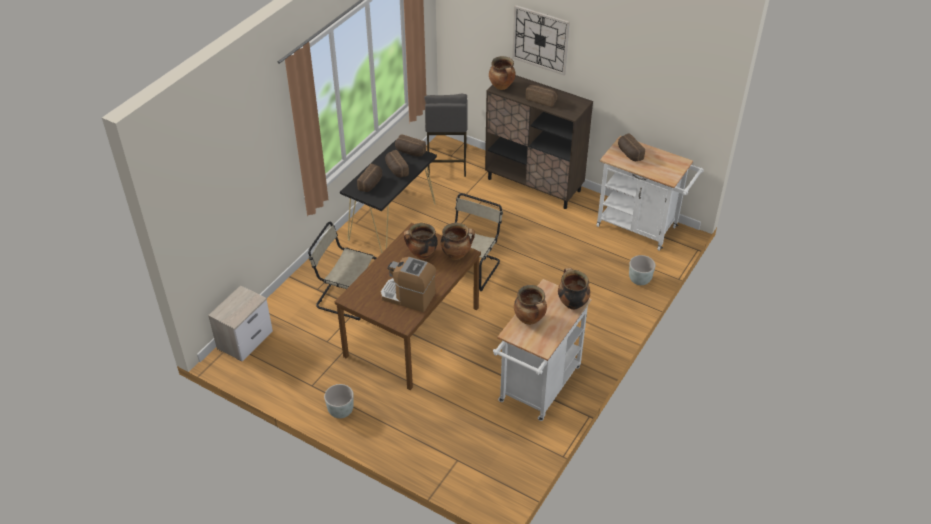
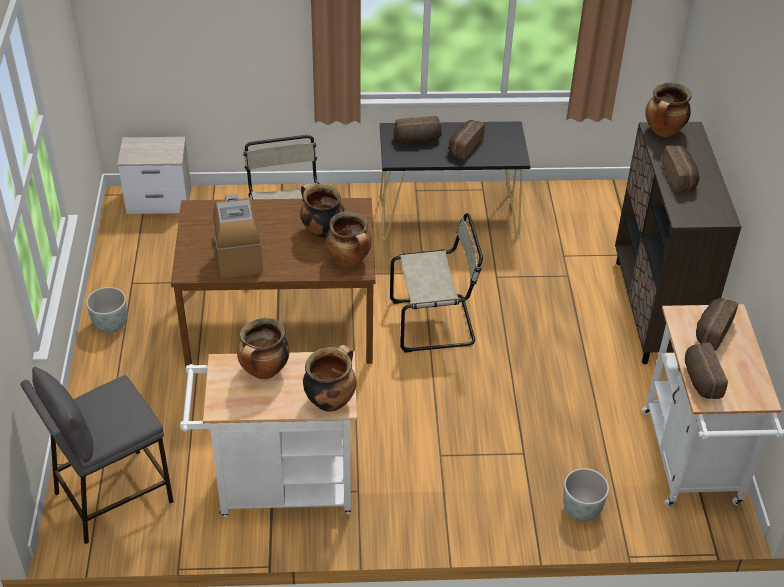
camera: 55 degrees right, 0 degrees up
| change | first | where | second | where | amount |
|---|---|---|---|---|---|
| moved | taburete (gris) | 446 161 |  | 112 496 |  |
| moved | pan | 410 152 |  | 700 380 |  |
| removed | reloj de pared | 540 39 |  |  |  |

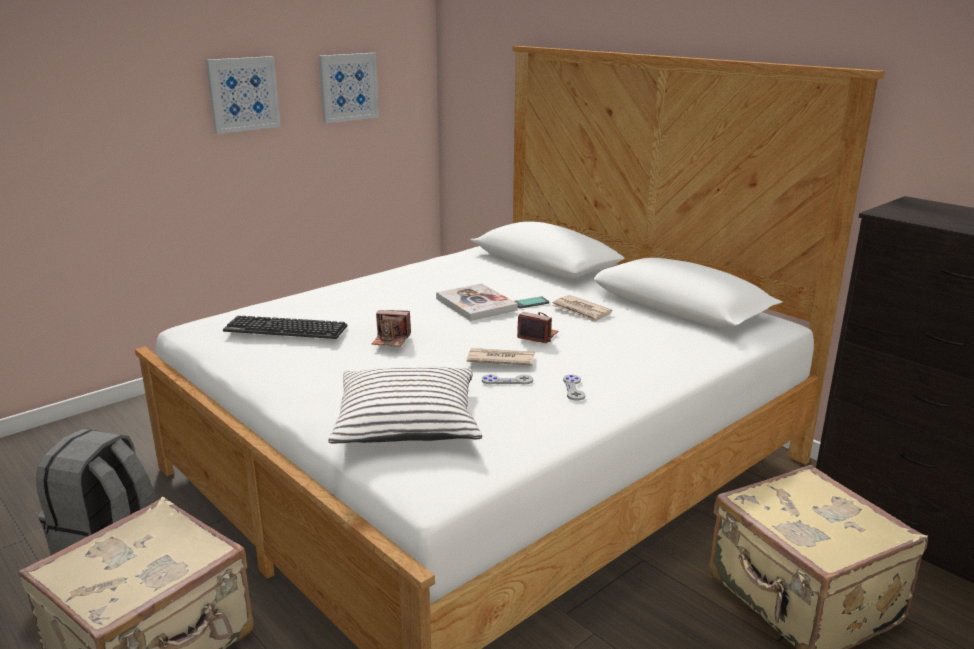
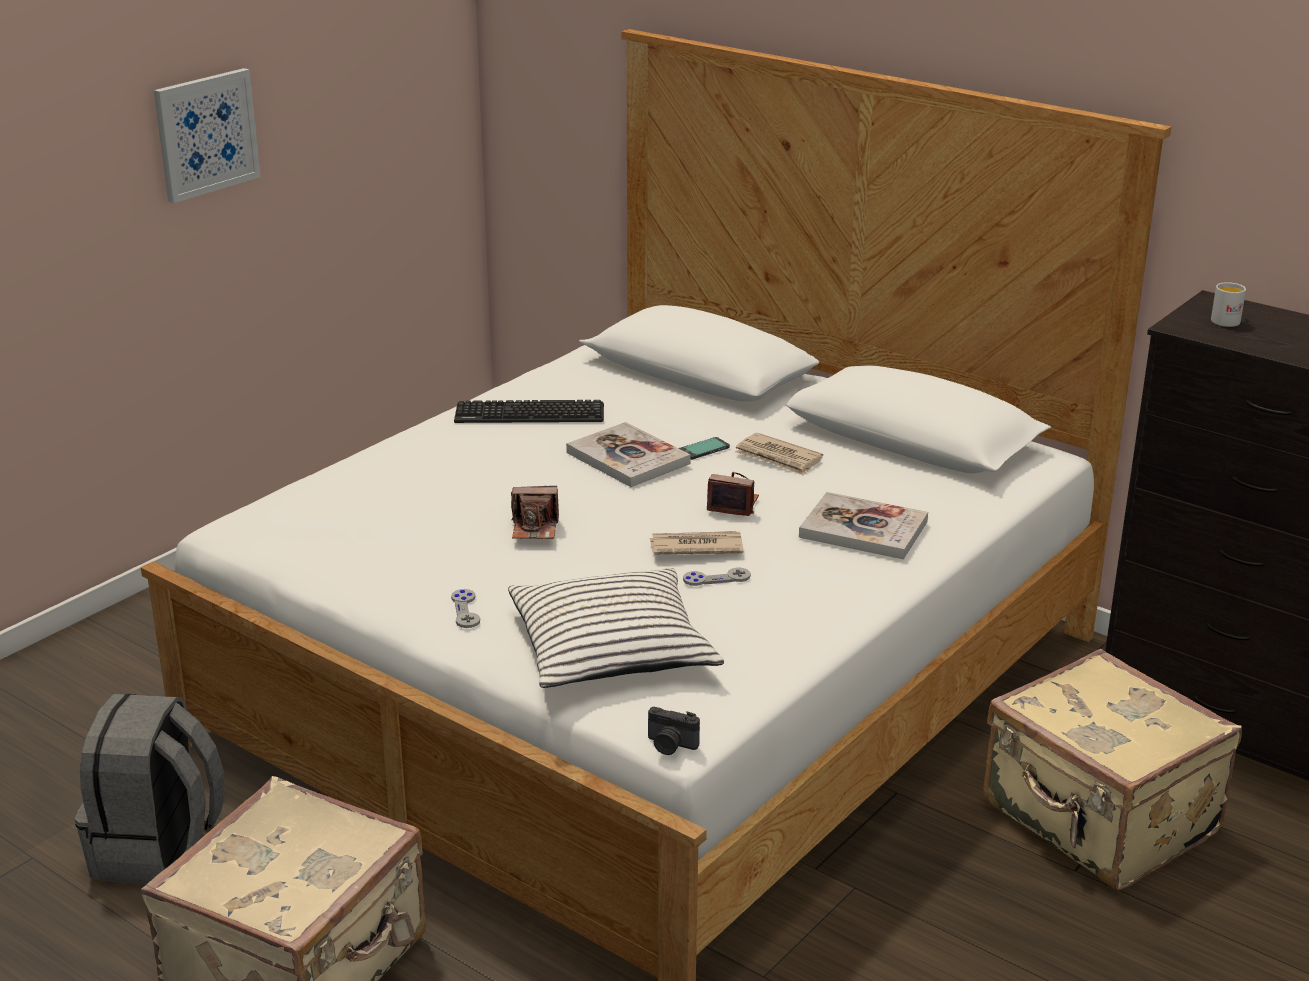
camera: 10 degrees left, 5 degrees up
| change | first | where | second | where | amount |
|---|---|---|---|---|---|
| moved | mando de consola (gris) | 573 388 |  | 465 610 |  |
| moved | teclado | 285 329 |  | 529 414 |  |
| added |  |  | cámara | 670 745 |  |
| added |  |  | libro | 863 529 |  |
| added |  |  | taza grande (blanco) | 1228 320 |  |
| removed | cuadro | 348 87 |  |  |  |

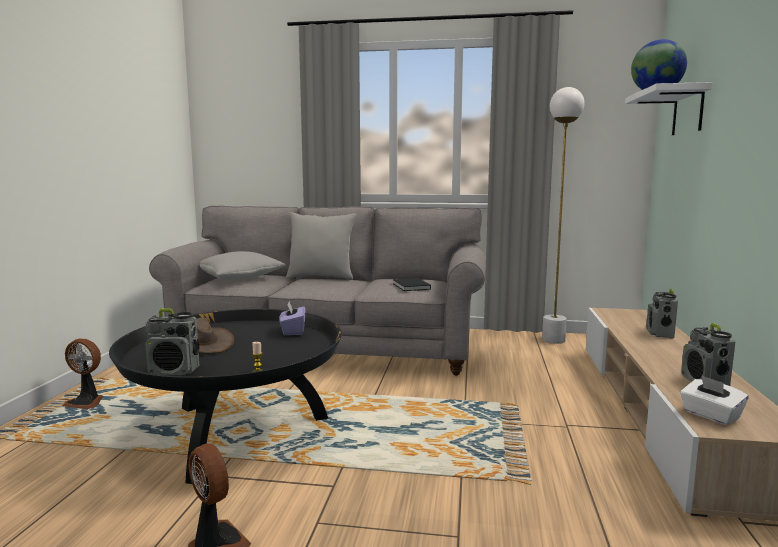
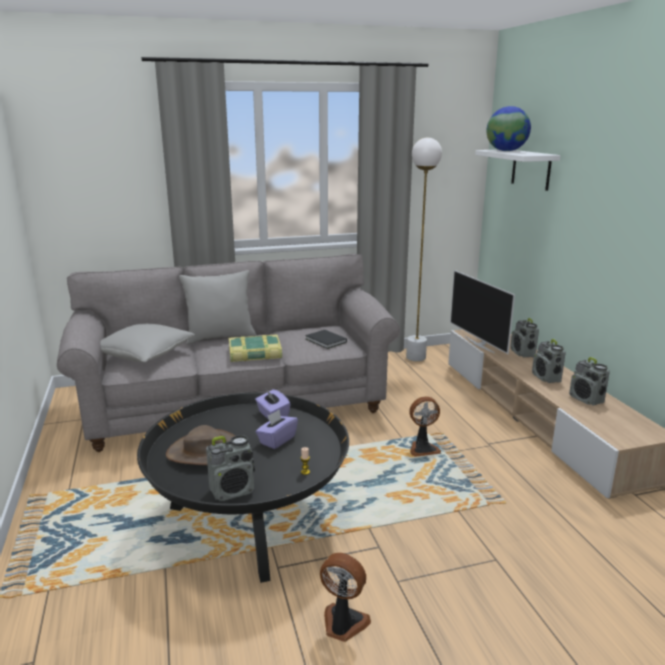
camera: 25 degrees left, 10 degrees up
| change | first | where | second | where | amount |
|---|---|---|---|---|---|
| added |  |  | libro | 255 354 |  |
| added |  |  | caja de pañuelos (morado) | 277 440 |  |
| moved | ventilador | 86 402 |  | 423 449 |  |
| added |  |  | televisor | 480 344 |  |
| added |  |  | radio | 546 378 |  |
| removed | caja de pañuelos (blanco) | 710 415 |  |  |  |

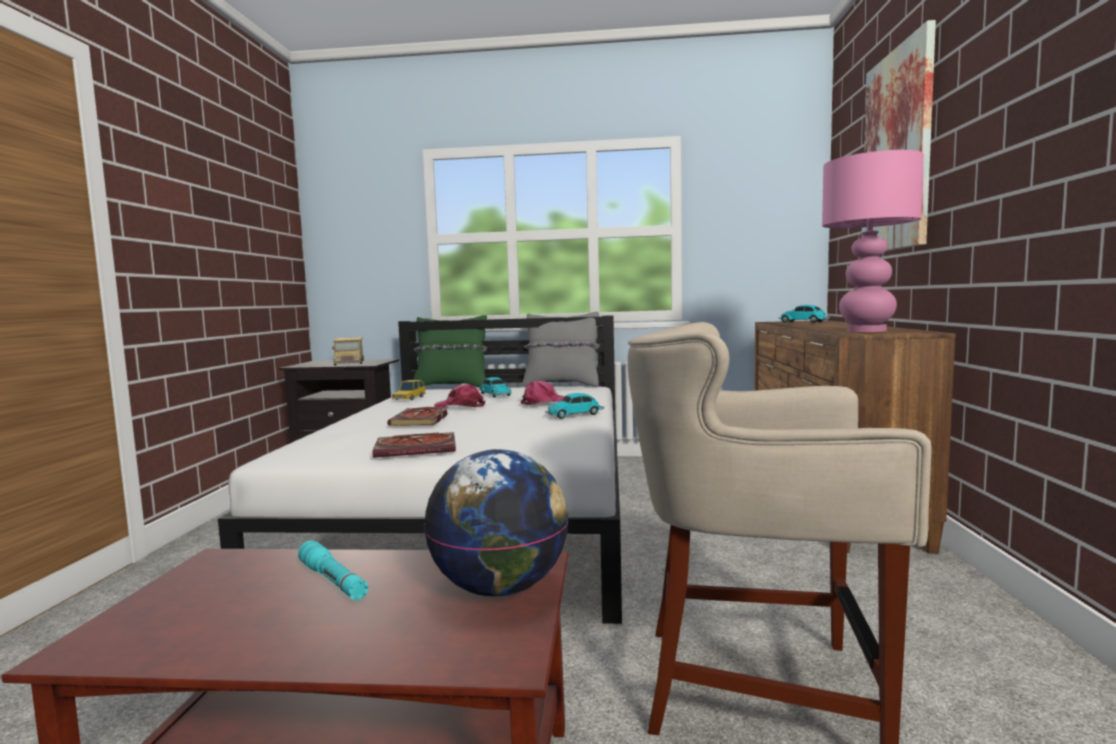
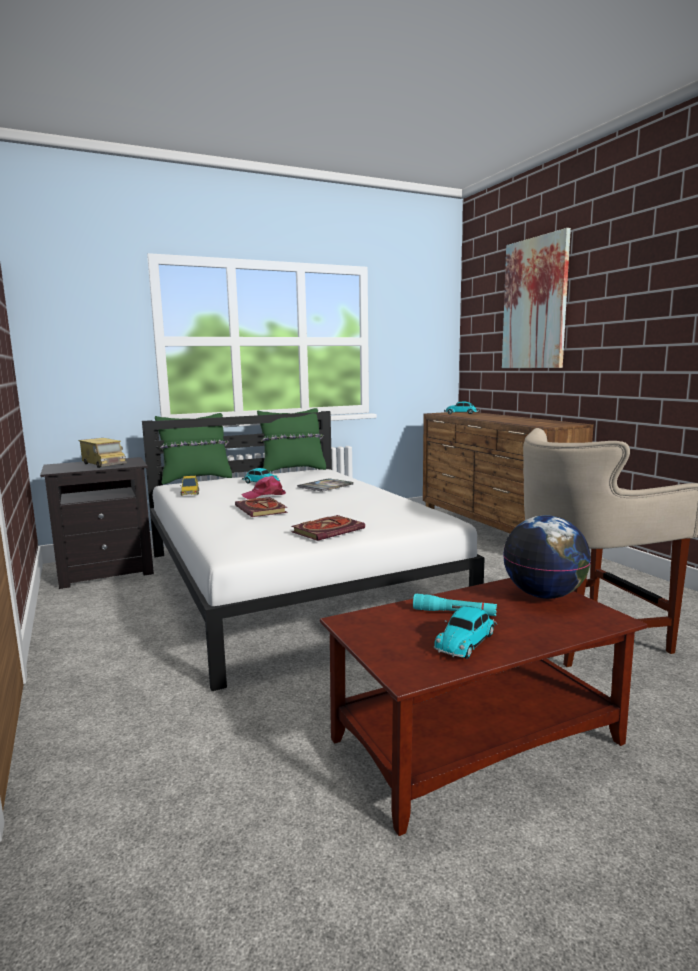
camera: 30 degrees left, 5 degrees up
| change | first | where | second | where | amount |
|---|---|---|---|---|---|
| recoloured | cojín (gris) | 562 385 | cojín (verde) | 293 470 |  |
| replaced | gorra (rosa) | 544 402 | libro | 325 486 |  |
| moved | coche de juguete | 575 415 |  | 466 641 |  |
| removed | lámpara de mesa (rosa) | 866 331 |  |  |  |

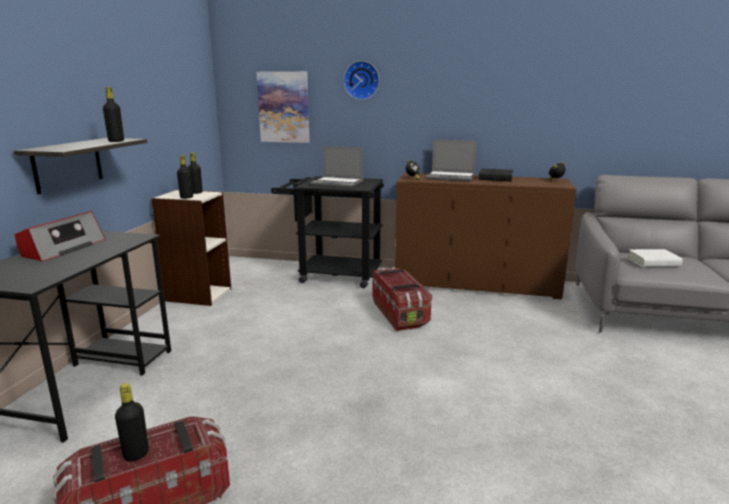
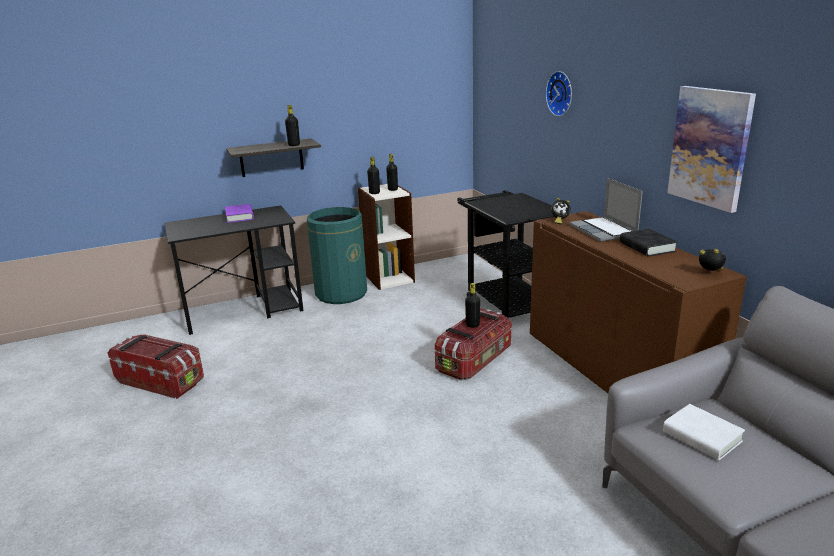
camera: 55 degrees right, 5 degrees up
| change | first | where | second | where | amount |
|---|---|---|---|---|---|
| replaced | radio | 63 248 | libro (morado) | 239 216 |  |
| added |  |  | papelera (verde) | 341 293 |  |
| moved | botella (negro) | 136 454 |  | 472 325 |  |
| moved | cuadro | 284 107 |  | 710 147 |  |
| removed | portátil | 338 183 |  |  |  |

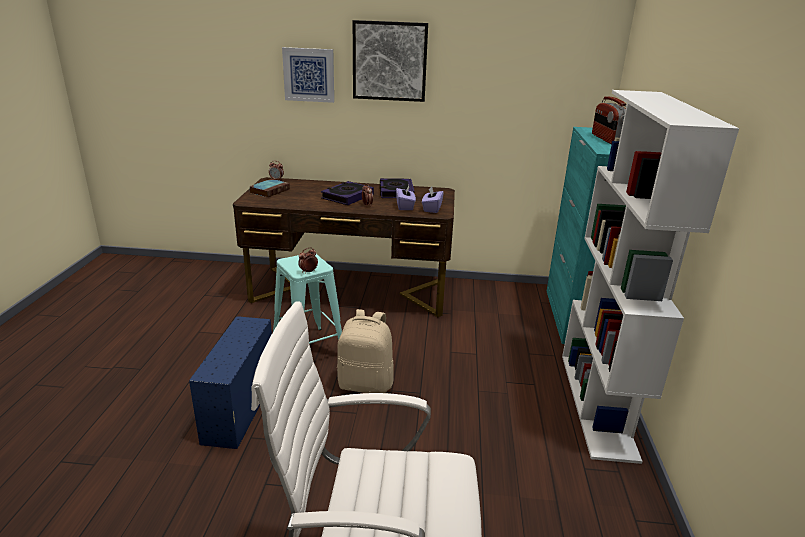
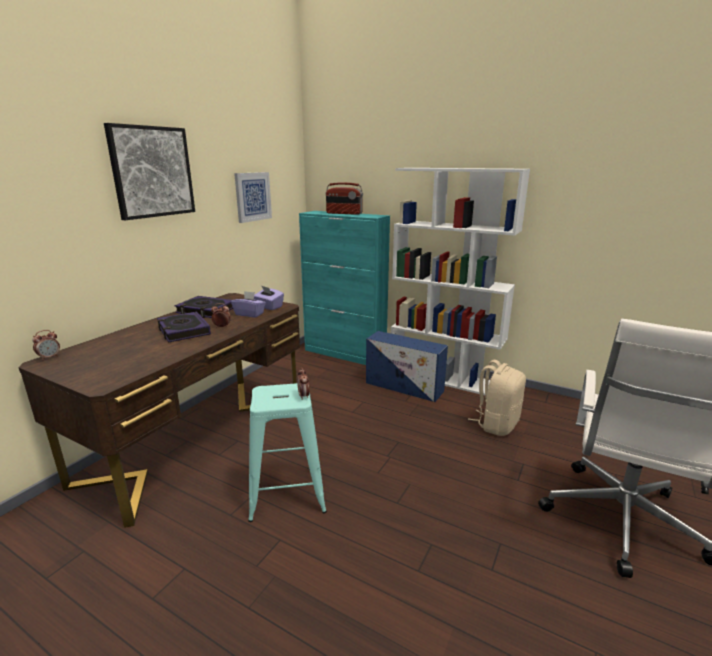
camera: 65 degrees left, 5 degrees down
| change | first | where | second | where | amount |
|---|---|---|---|---|---|
| moved | cuadro | 309 75 |  | 252 196 |  |
| moved | caja de almacenaje (azul) | 240 409 |  | 405 387 |  |
| moved | mochila (beis) | 366 384 |  | 496 424 |  |
| removed | libro | 270 191 |  |  |  |

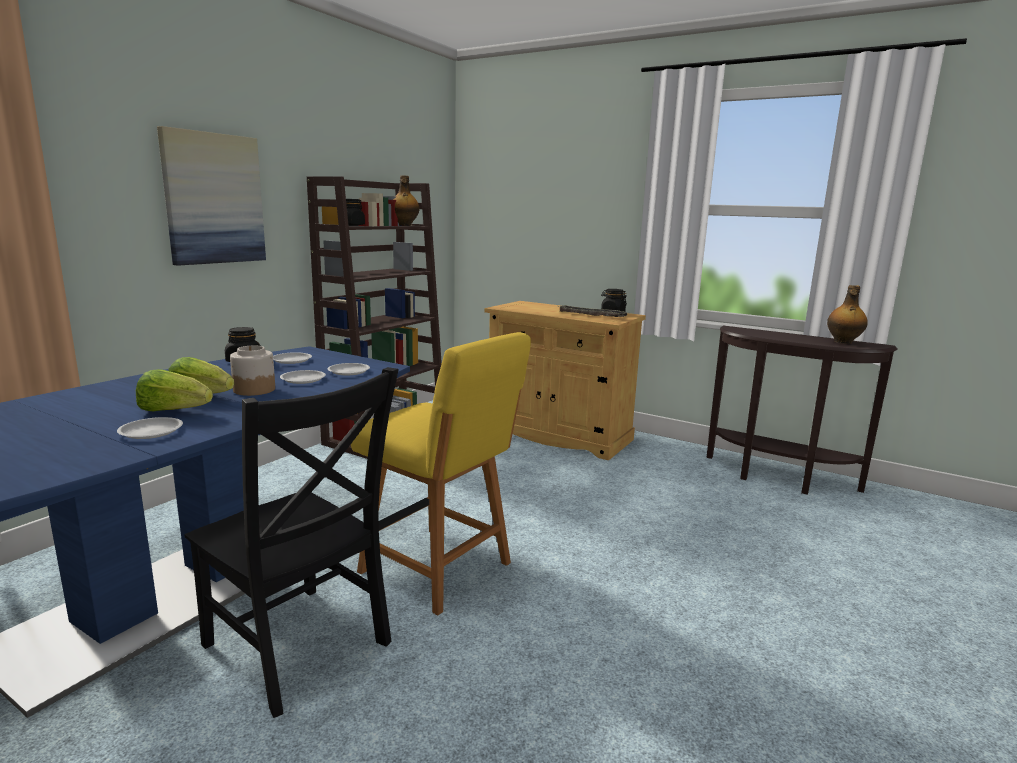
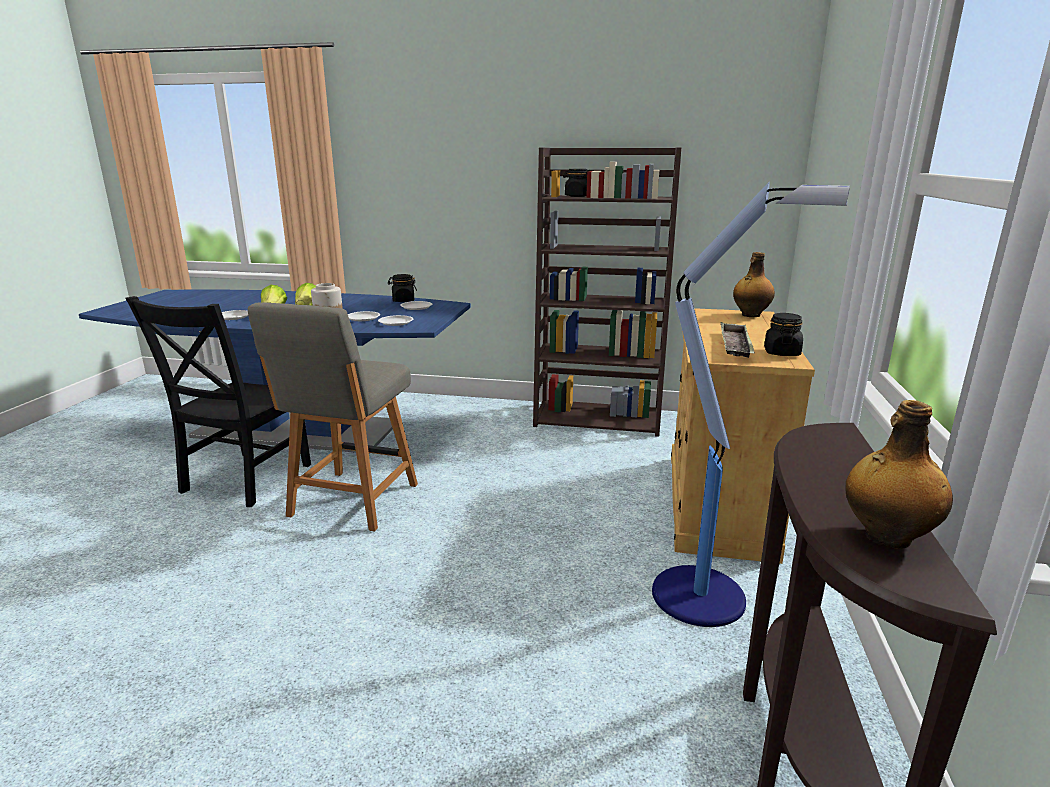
camera: 70 degrees right, 5 degrees up
| change | first | where | second | where | amount |
|---|---|---|---|---|---|
| recoloured | silla (amarillo) | 439 569 | silla (gris) | 352 502 |  |
| added |  |  | lámpara de pie | 702 596 |  |
| moved | botella | 404 225 |  | 750 315 |  |
| removed | cuadro | 213 199 |  |  |  |

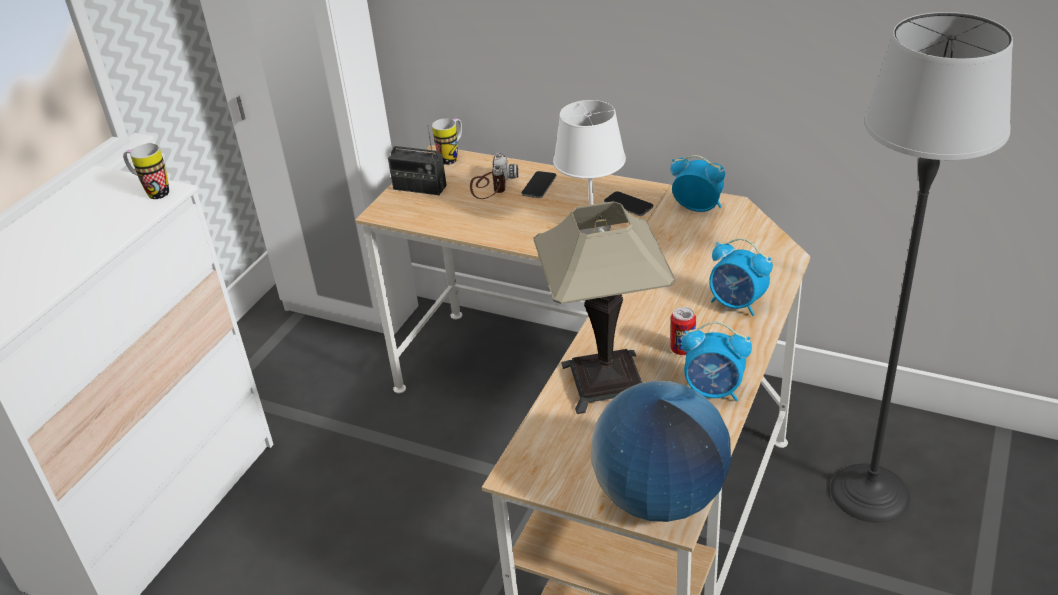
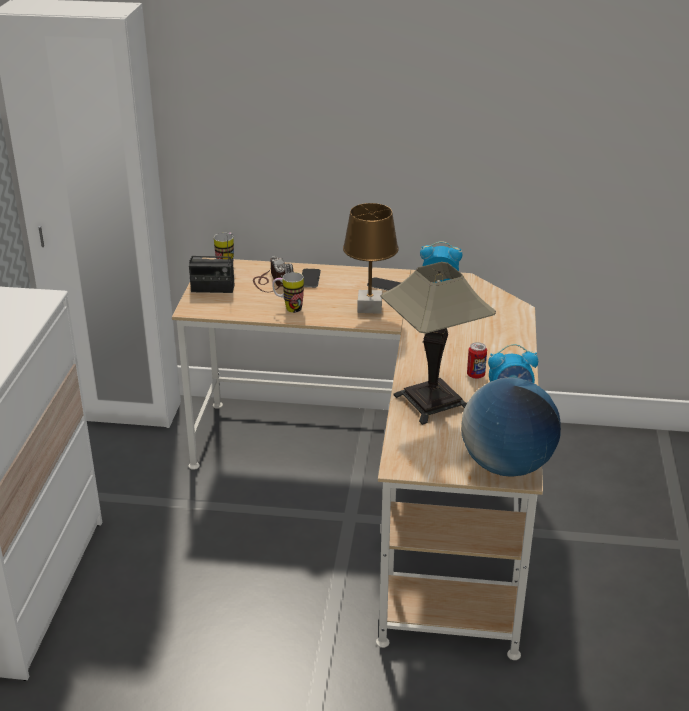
camera: 20 degrees left, 5 degrees down
| change | first | where | second | where | amount |
|---|---|---|---|---|---|
| moved | taza grande | 153 193 |  | 288 308 |  |
| recoloured | lámpara de mesa (blanco) | 591 233 | lámpara de mesa (marrón) | 369 308 |  |
| removed | despertador | 737 304 |  |  |  |
| removed | lámpara de pie | 869 493 |  |  |  |

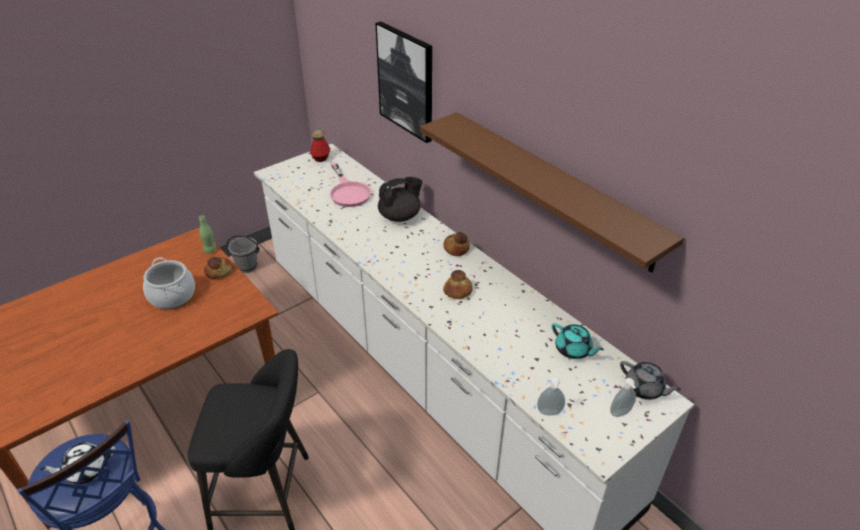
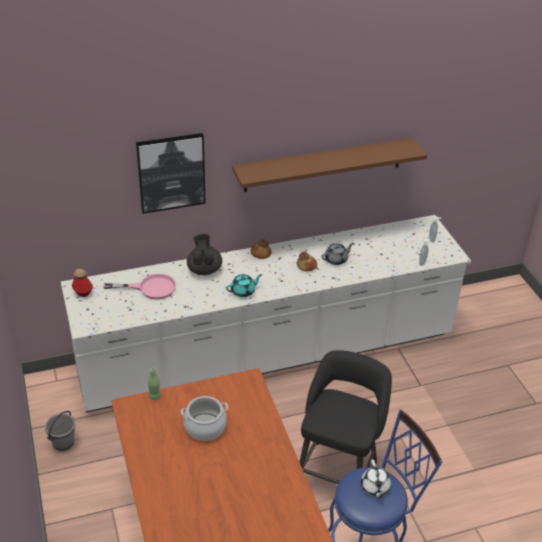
camera: 70 degrees left, 0 degrees up
| change | first | where | second | where | amount |
|---|---|---|---|---|---|
| moved | tetera (turquesa) | 573 350 |  | 243 291 |  |
| moved | tetera (gris) | 644 389 |  | 336 259 |  |
| removed | pan | 219 272 |  |  |  |

